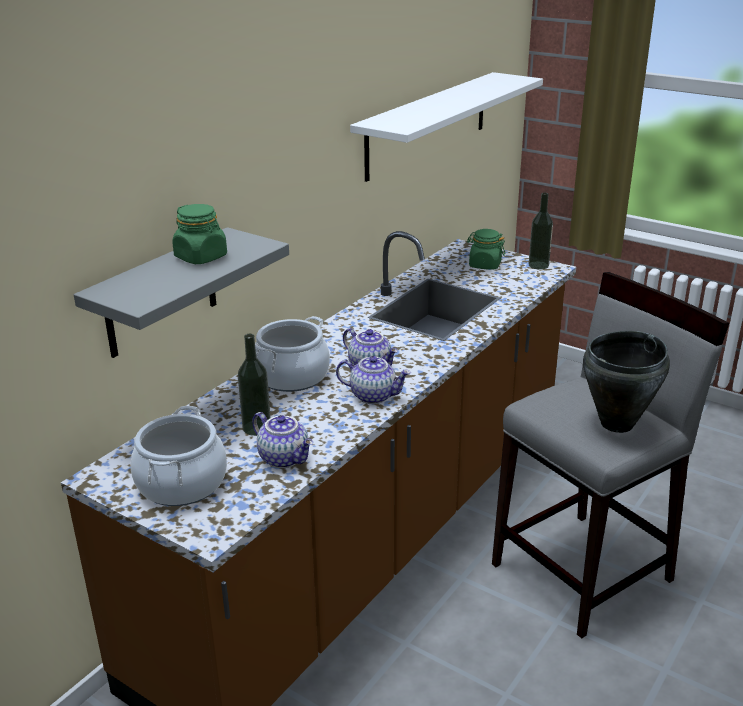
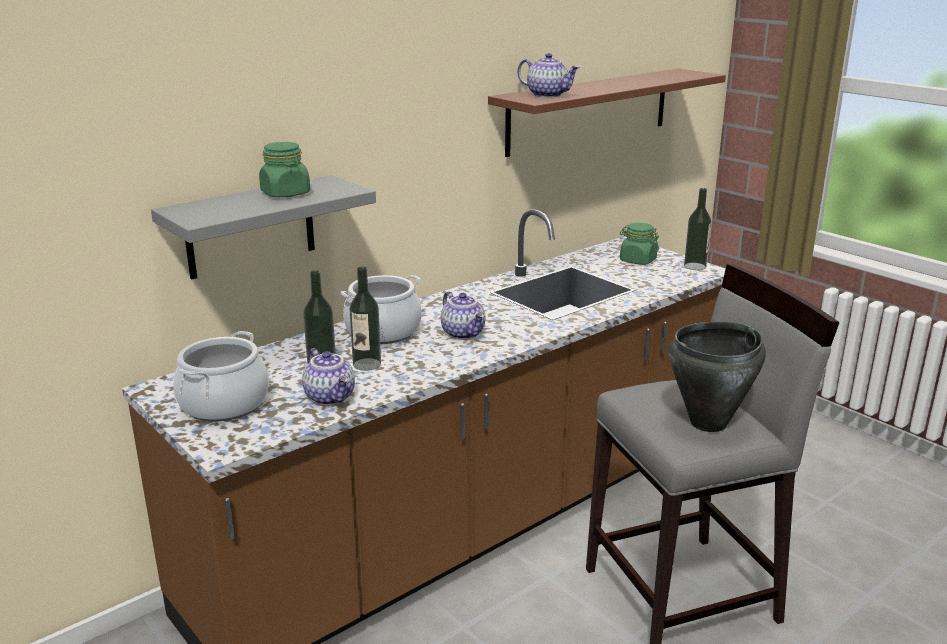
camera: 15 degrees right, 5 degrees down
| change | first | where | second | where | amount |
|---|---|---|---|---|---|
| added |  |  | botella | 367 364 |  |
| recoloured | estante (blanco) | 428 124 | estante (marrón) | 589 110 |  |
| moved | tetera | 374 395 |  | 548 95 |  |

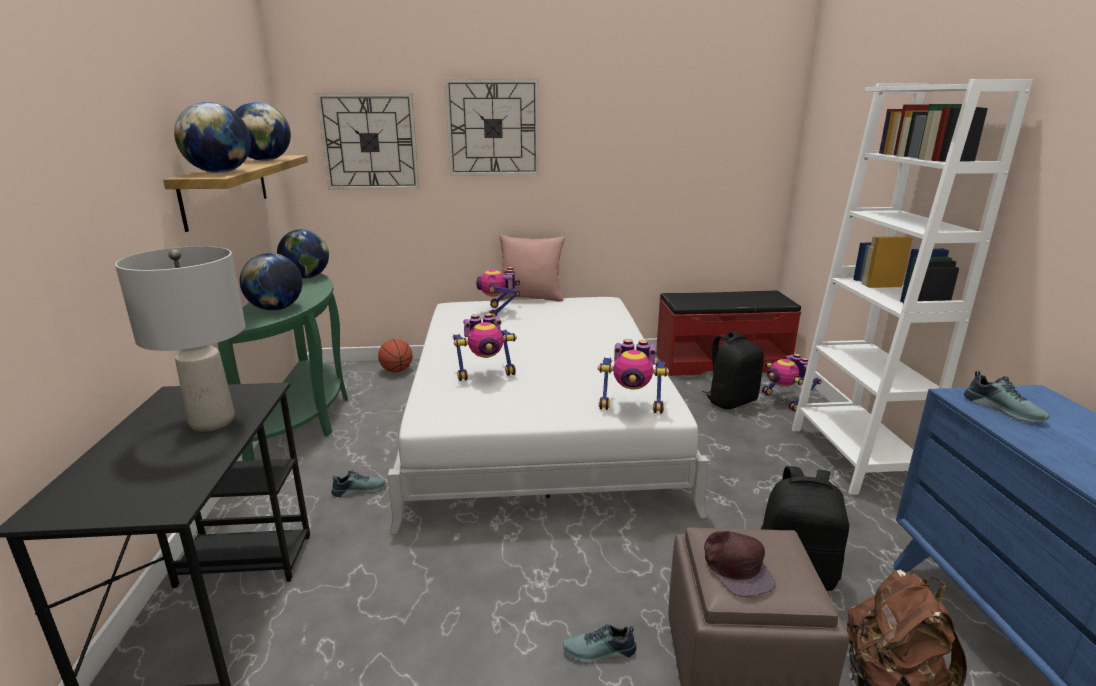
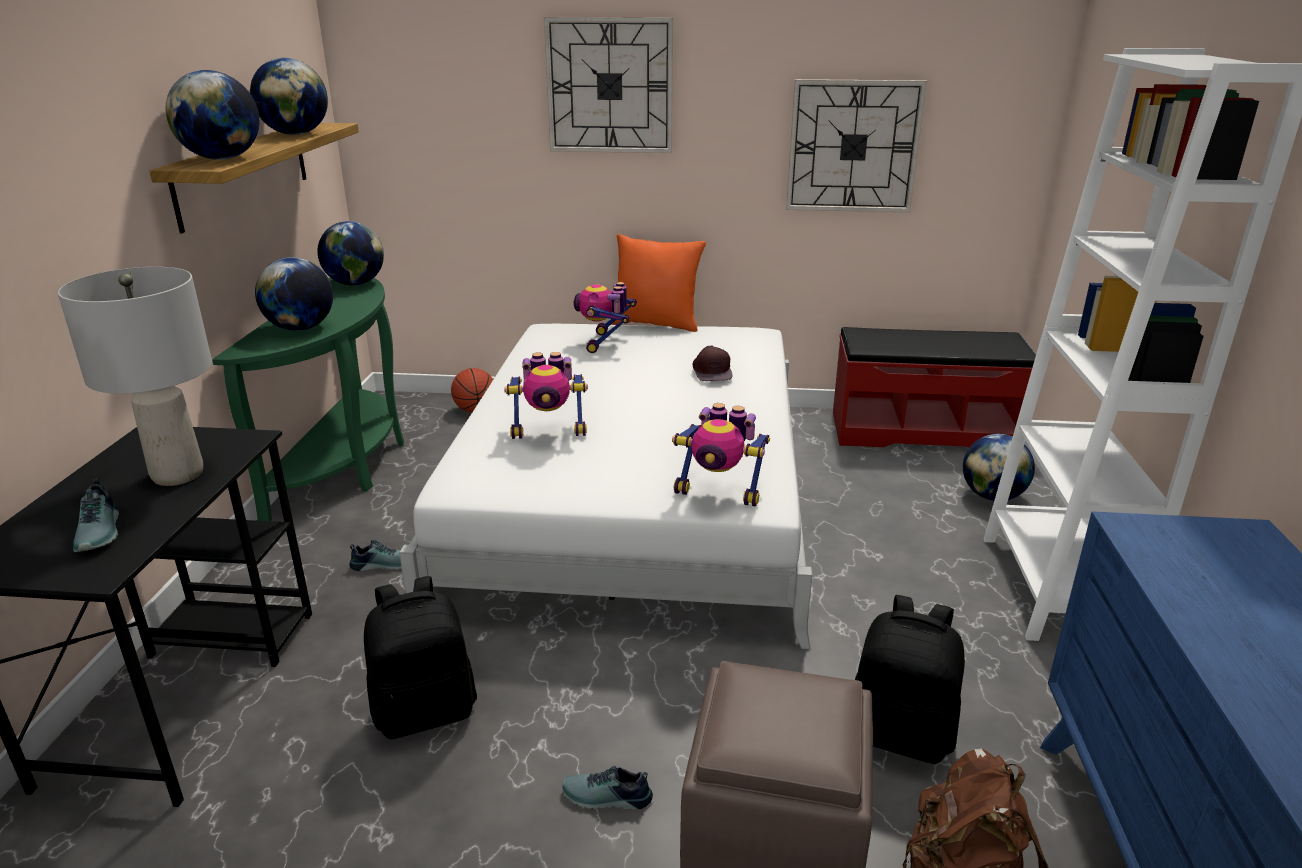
camera: 10 degrees right, 5 degrees up
| change | first | where | second | where | amount |
|---|---|---|---|---|---|
| moved | zapato | 1004 409 |  | 101 531 |  |
| moved | mochila (negro) | 731 401 |  | 425 711 |  |
| recoloured | cojín (rosa) | 531 298 | cojín (naranja) | 656 324 |  |
| moved | gorra (marrón) | 736 567 |  | 712 371 |  |
| moved | reloj de pared | 369 142 |  | 853 146 |  |
| replaced | robot de juguete | 784 400 | globo terráqueo | 992 496 |  |

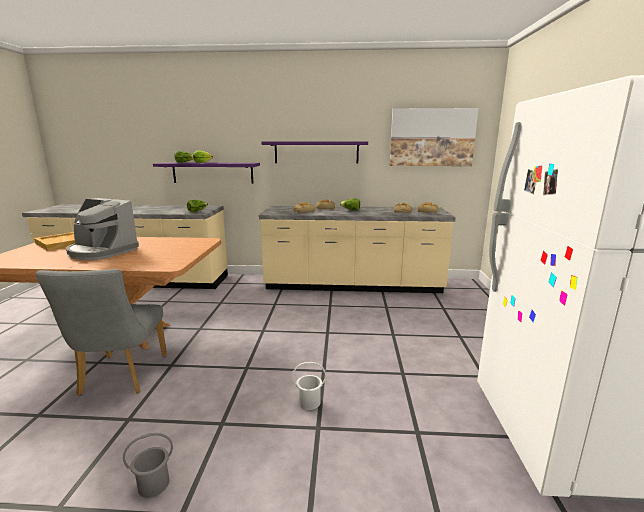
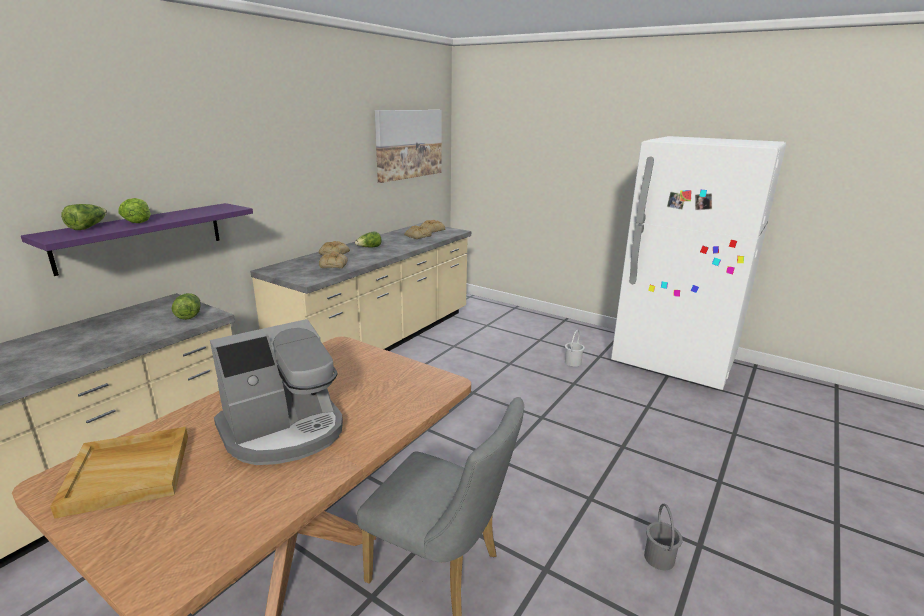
camera: 60 degrees left, 5 degrees up
| change | first | where | second | where | amount |
|---|---|---|---|---|---|
| moved | cubo (blanco) | 309 402 |  | 573 362 |  |
| removed | estante (morado) | 316 152 |  |  |  |

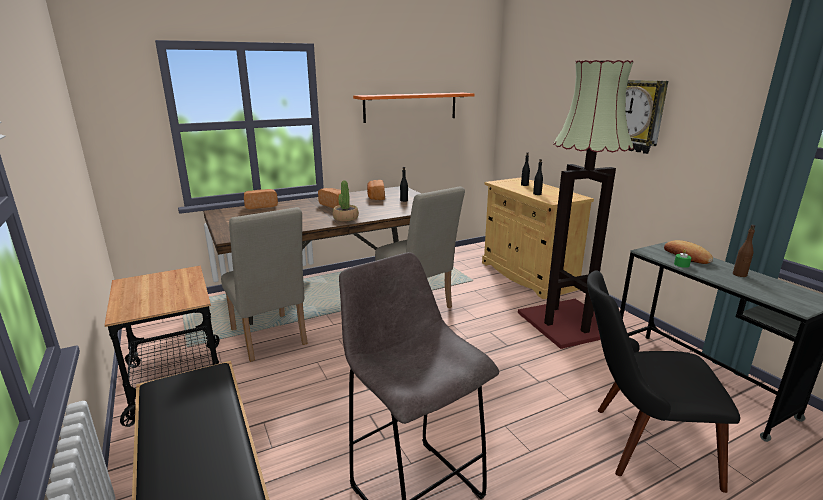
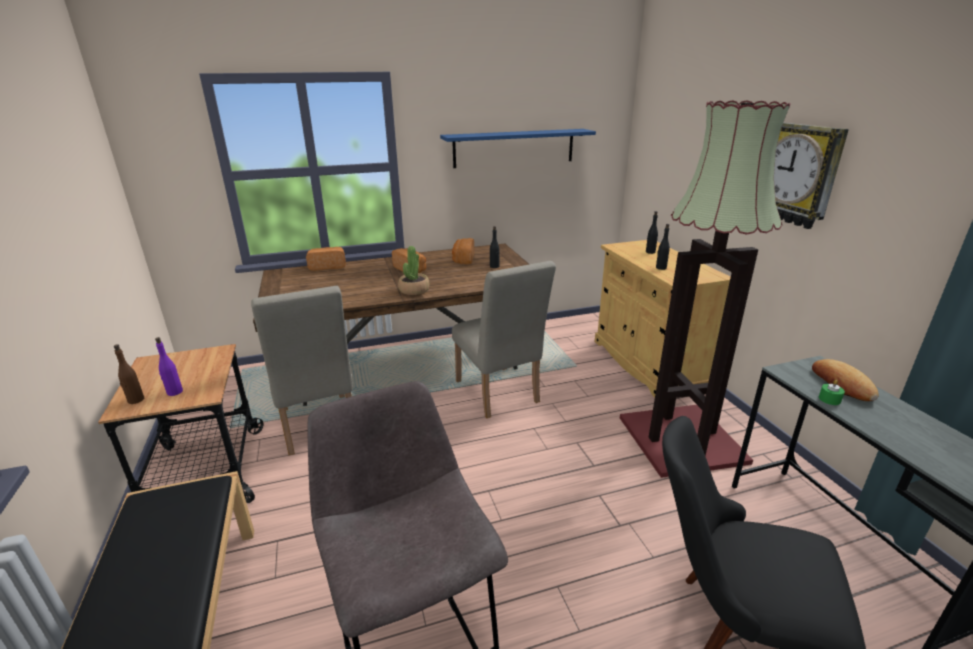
camera: 10 degrees right, 5 degrees up
| change | first | where | second | where | amount |
|---|---|---|---|---|---|
| moved | botella (marrón) | 739 274 |  | 136 400 |  |
| added |  |  | botella (morado) | 174 392 |  |
| recoloured | estante (naranja) | 410 107 | estante (azul) | 514 148 |  |

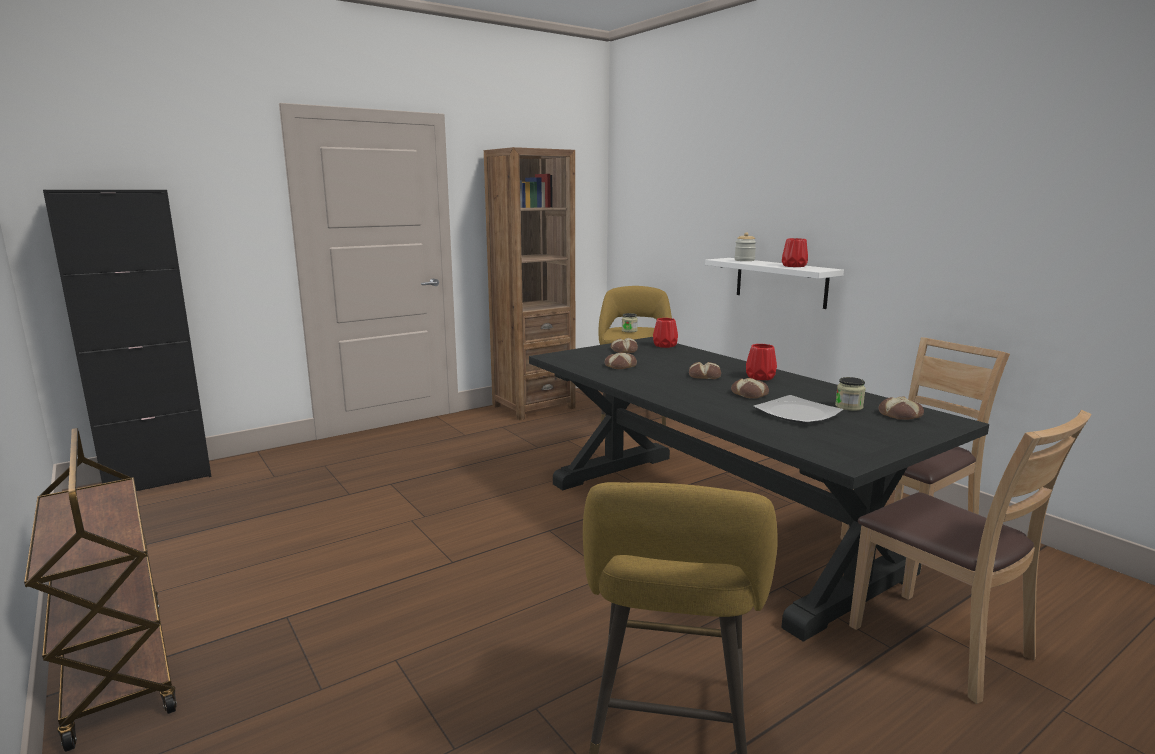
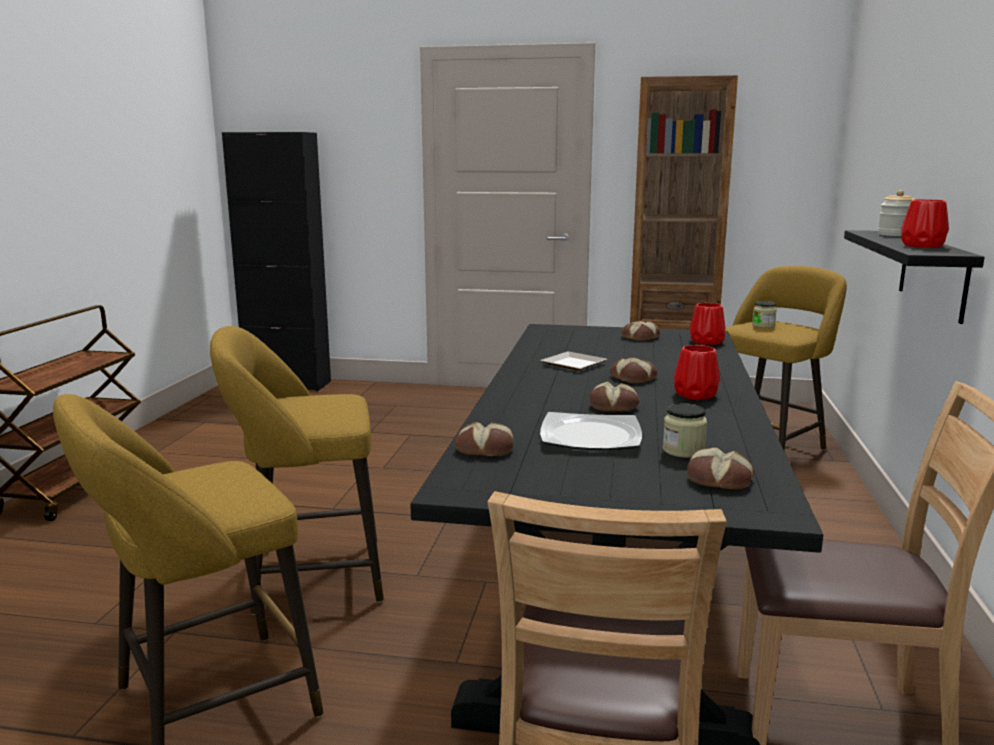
camera: 45 degrees right, 0 degrees up
| change | first | where | second | where | amount |
|---|---|---|---|---|---|
| added |  |  | taburete (amarillo) | 308 577 |  |
| moved | pan | 620 366 |  | 485 448 |  |
| added |  |  | plato | 574 365 |  |
| recoloured | estante (blanco) | 780 282 | estante (negro) | 933 274 |  |

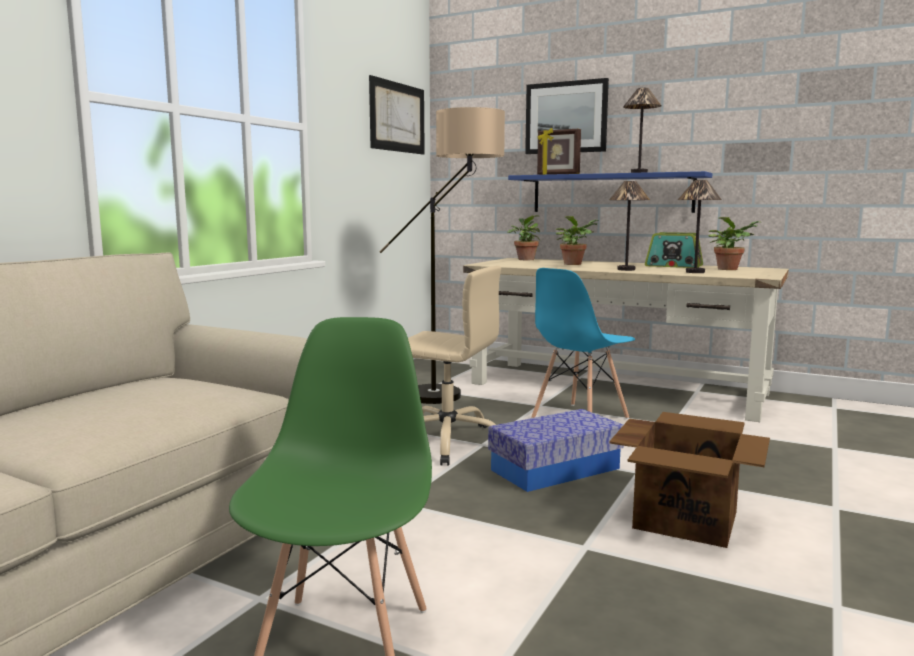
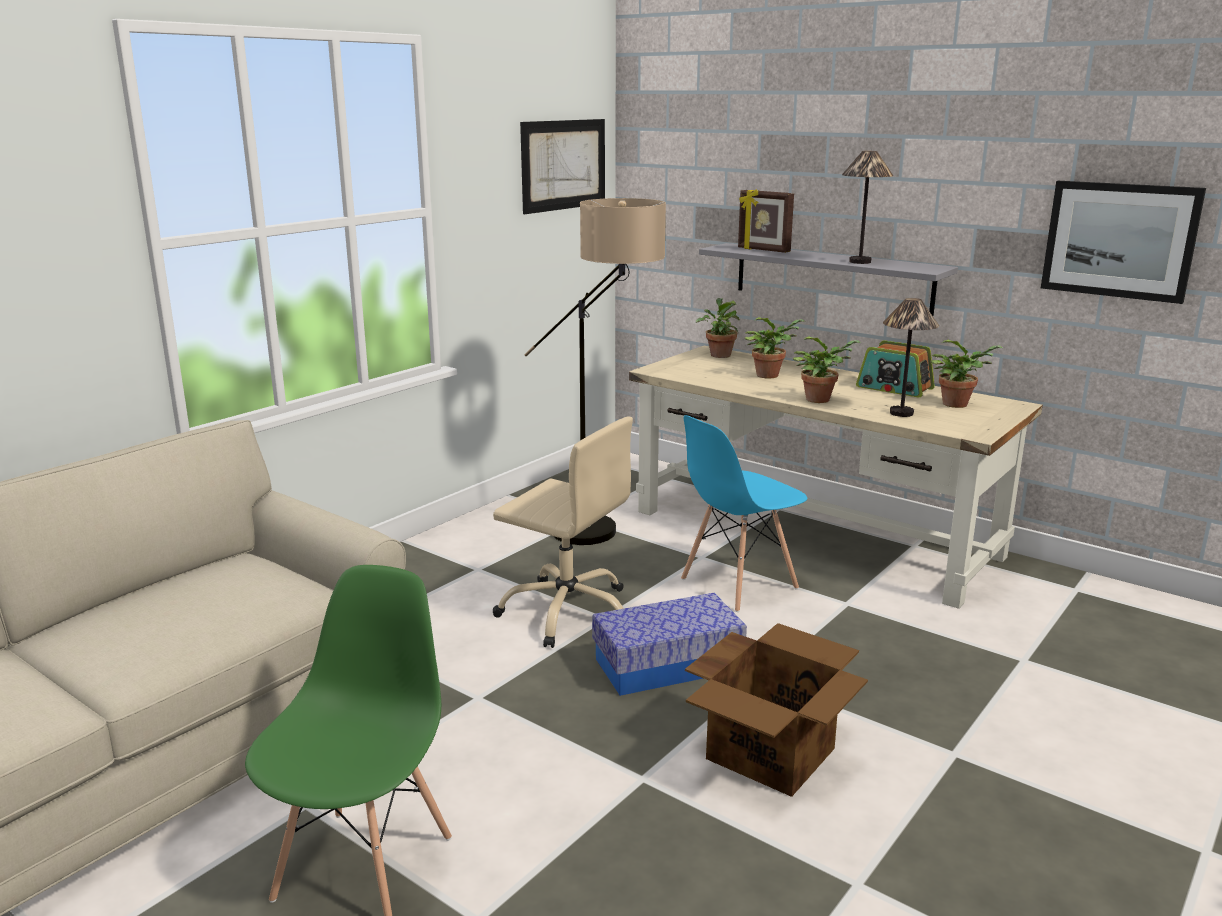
camera: 10 degrees right, 10 degrees up
| change | first | where | second | where | amount |
|---|---|---|---|---|---|
| recoloured | estante (azul) | 611 193 | estante (gris) | 832 278 |  |
| replaced | lámpara de mesa | 626 269 | planta en maceta | 820 399 |  |
| moved | cuadro | 566 117 |  | 1119 240 |  |

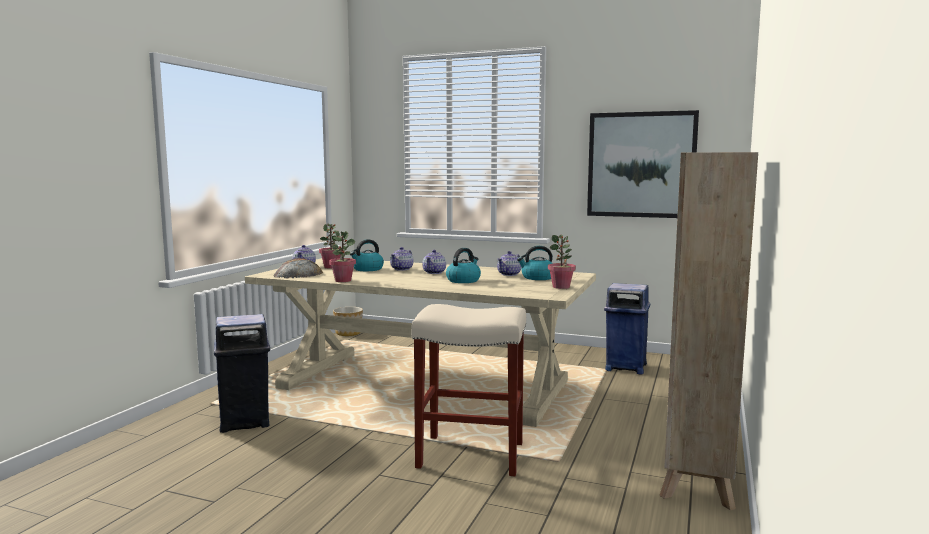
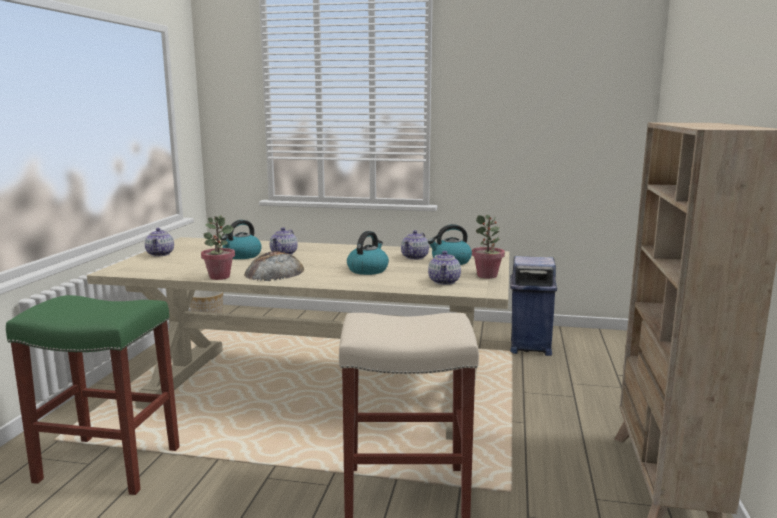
camera: 10 degrees left, 5 degrees up
| change | first | where | second | where | amount |
|---|---|---|---|---|---|
| replaced | papelera (azul) | 245 421 | taburete (verde) | 107 465 |  |
| moved | pan | 298 274 |  | 274 272 |  |
| moved | tetera | 434 272 |  | 444 281 |  |
| removed | planta en maceta | 331 267 |  |  |  |
| removed | cuadro | 641 165 |  |  |  |

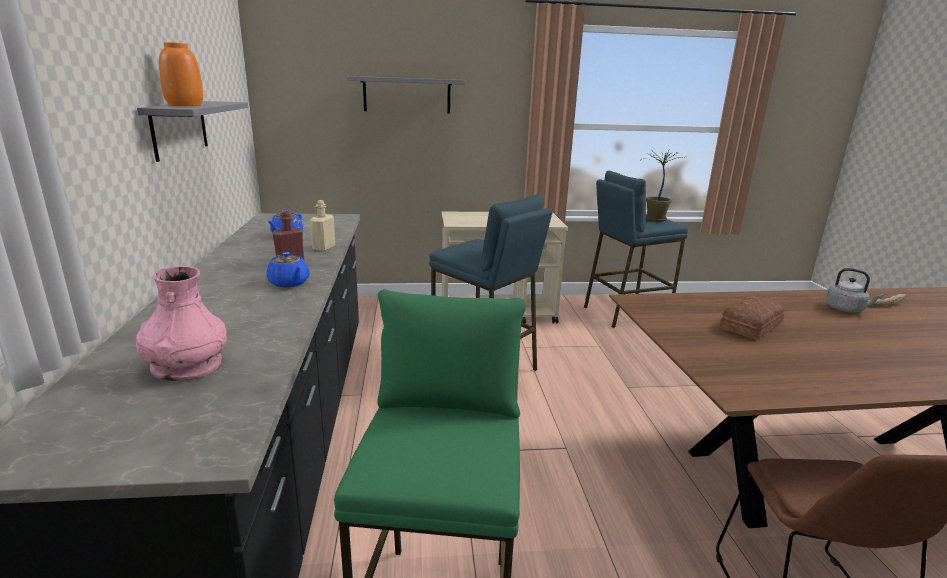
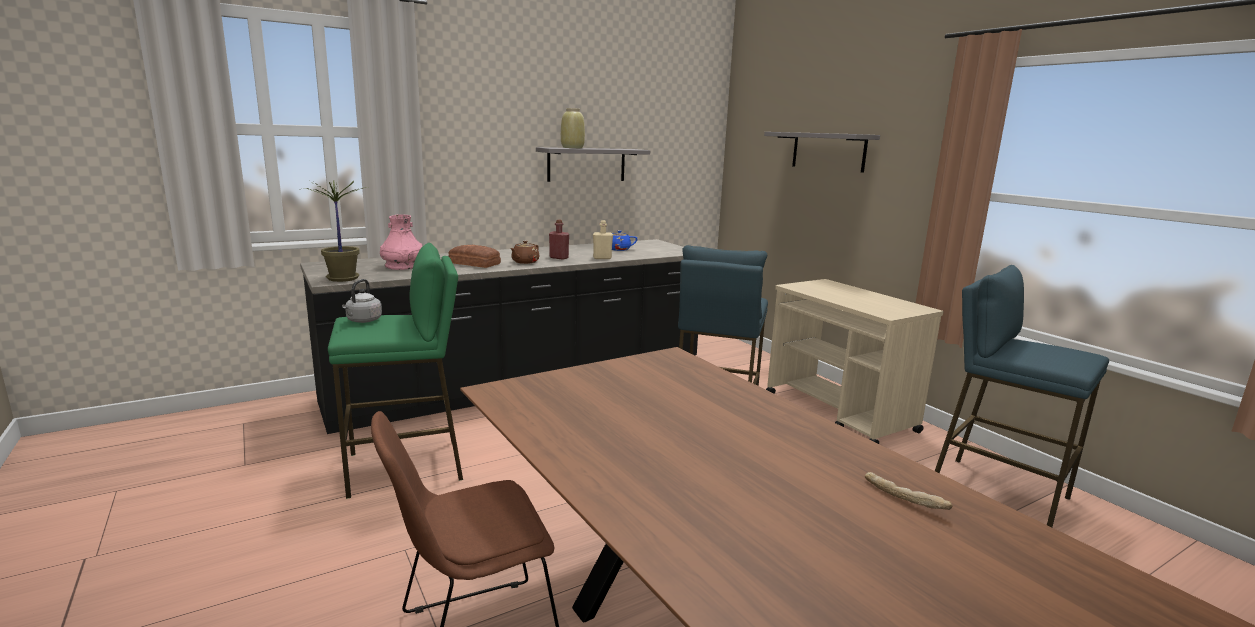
camera: 65 degrees right, 5 degrees down
| change | first | where | second | where | amount |
|---|---|---|---|---|---|
| moved | planta en maceta | 654 219 |  | 342 278 |  |
| moved | hervidor (gris) | 846 309 |  | 363 321 |  |
| moved | pan | 752 325 |  | 474 263 |  |
| recoloured | tetera (azul) | 289 283 | tetera (marrón) | 525 262 |  |
| recoloured | florero (naranja) | 185 105 | florero (beis) | 573 148 |  |

